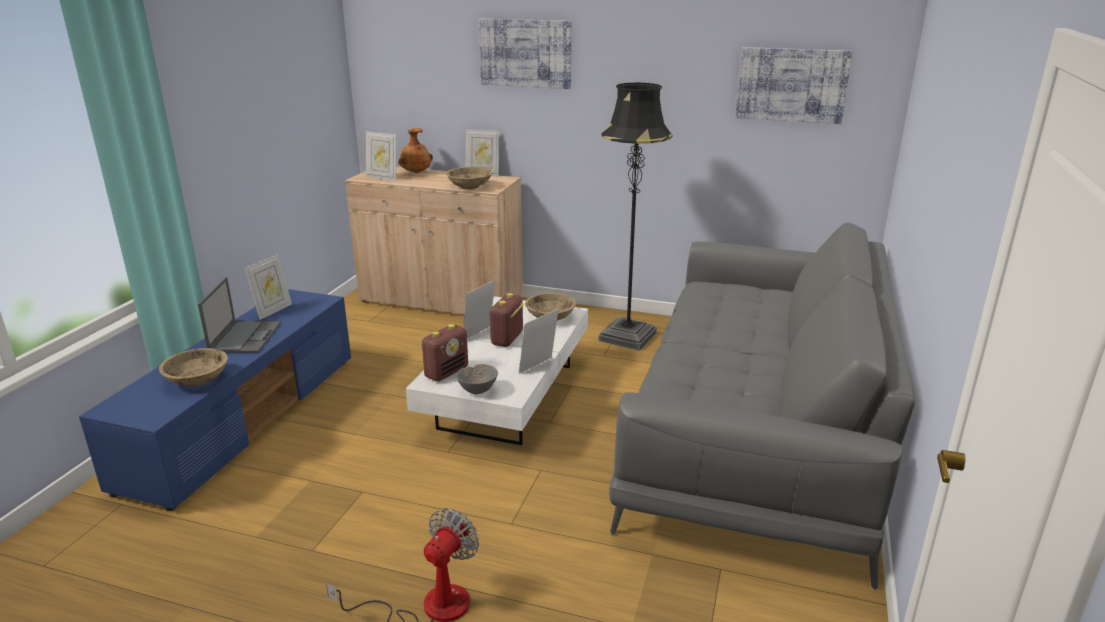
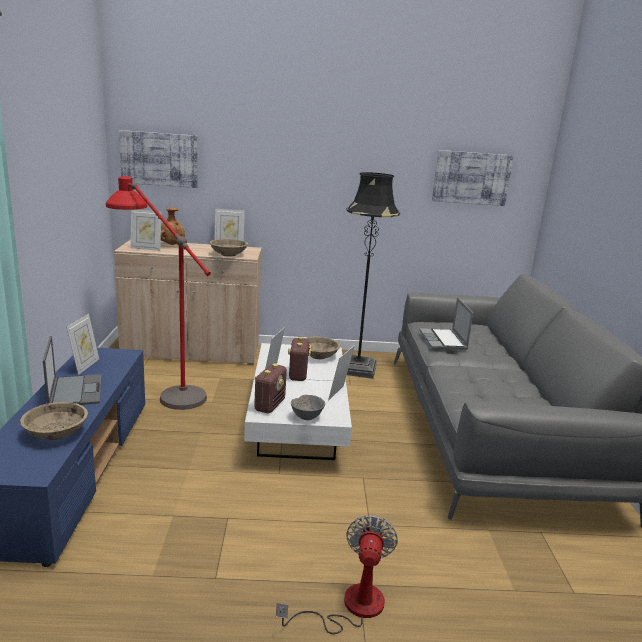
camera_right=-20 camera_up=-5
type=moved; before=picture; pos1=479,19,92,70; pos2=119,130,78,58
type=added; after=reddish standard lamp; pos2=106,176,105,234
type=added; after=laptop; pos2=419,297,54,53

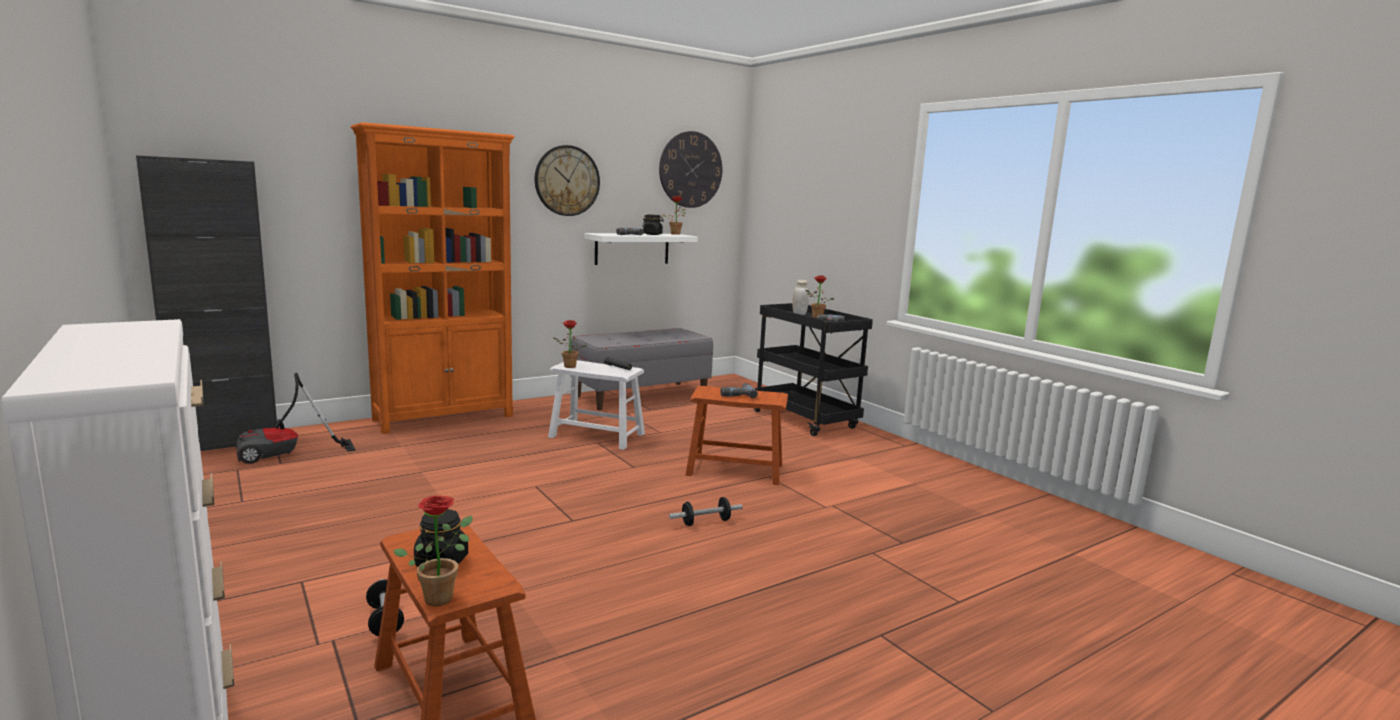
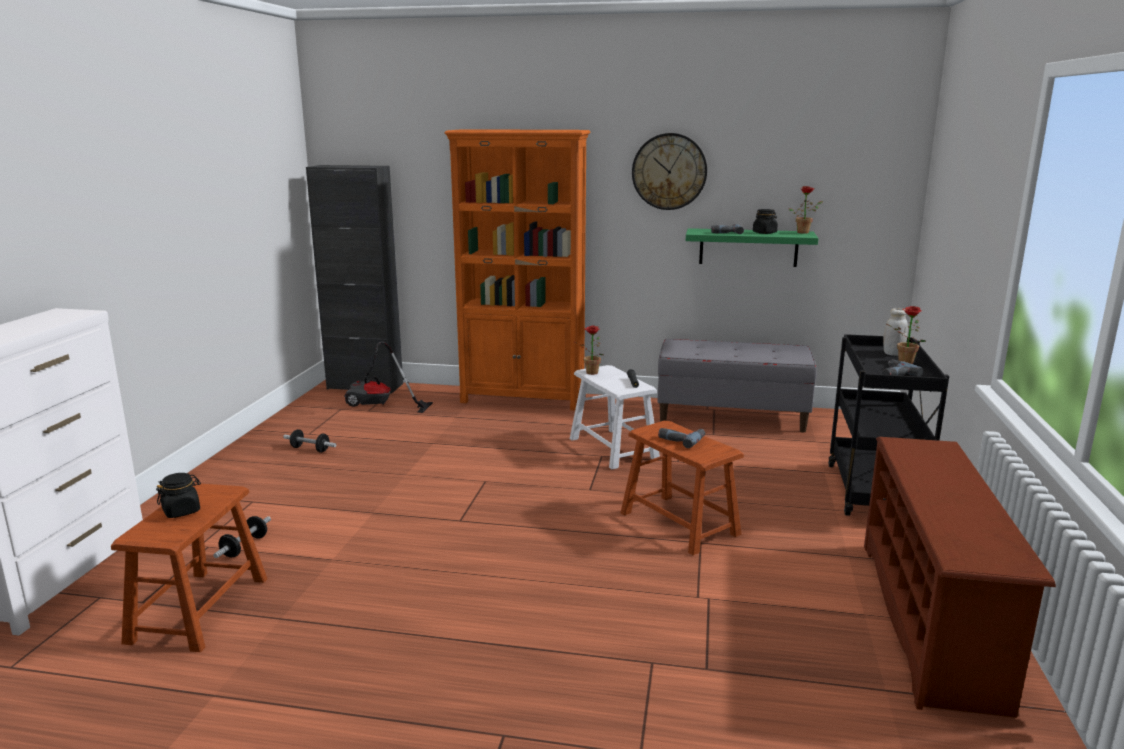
camera_right=45 camera_up=5
type=removed; before=houseplant; pos1=393,496,80,110
type=recoloured; before=whitish bracket shelf; after=greenish bracket shelf; pos1=584,233,114,32; pos2=686,228,132,39
type=removed; before=clock on the wall; pos1=659,131,63,77
type=moved; before=dumbbell; pos1=669,497,73,29; pos2=283,429,53,24
type=added; after=brownish shoe stand; pos2=864,437,192,281

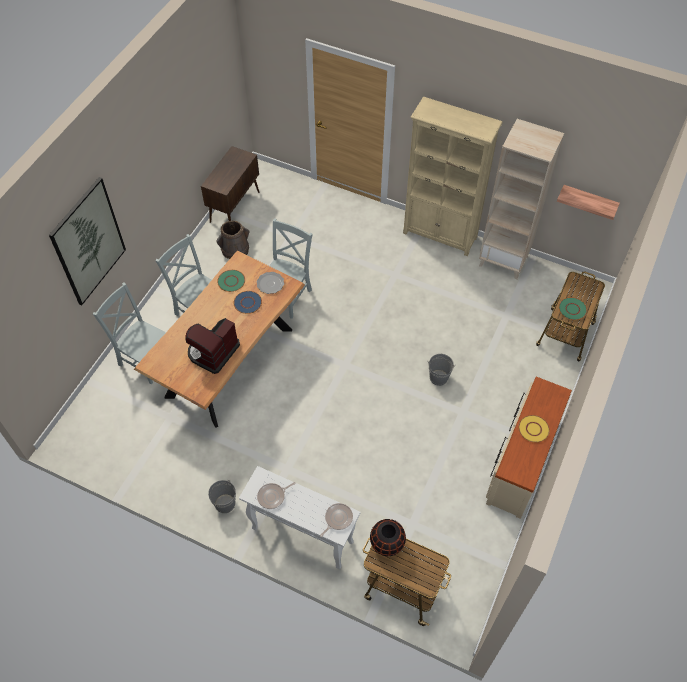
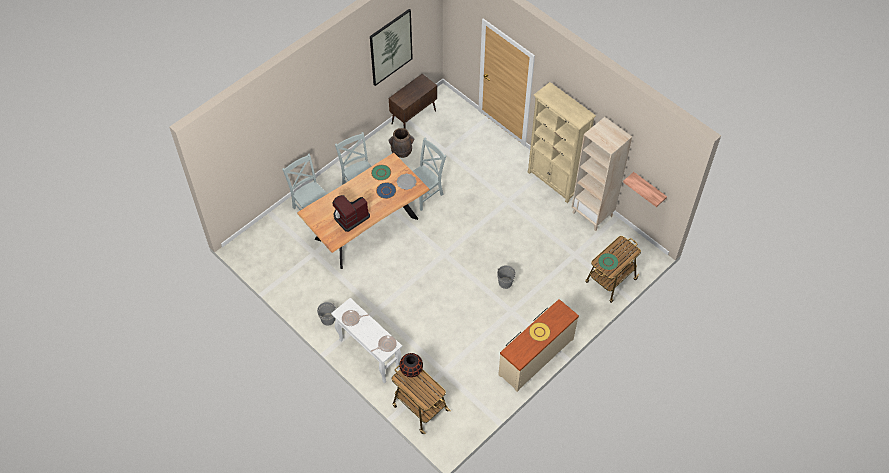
camera_right=20 camera_up=0
type=moved; before=picture; pos1=49,177,77,128; pos2=370,9,43,77

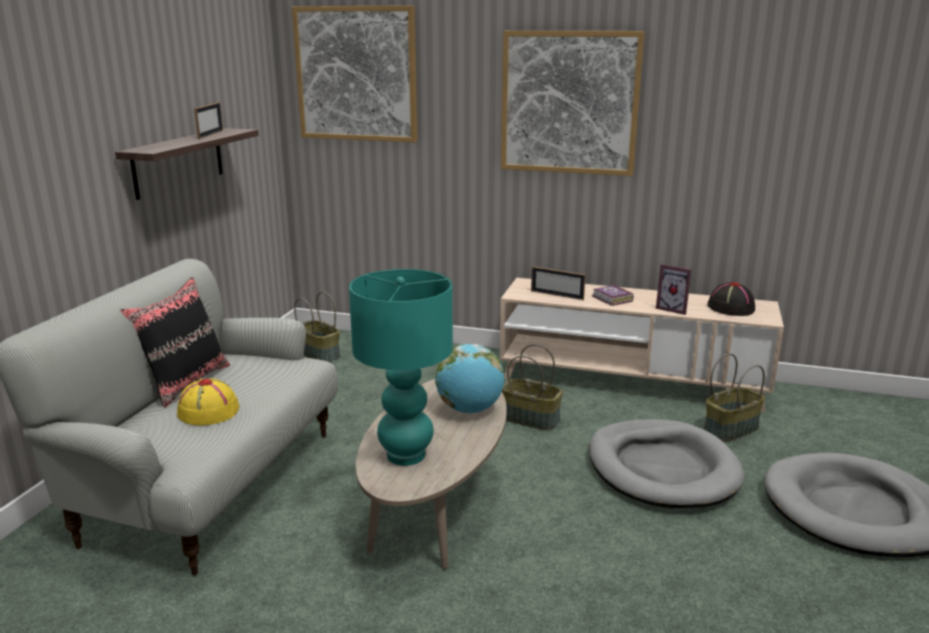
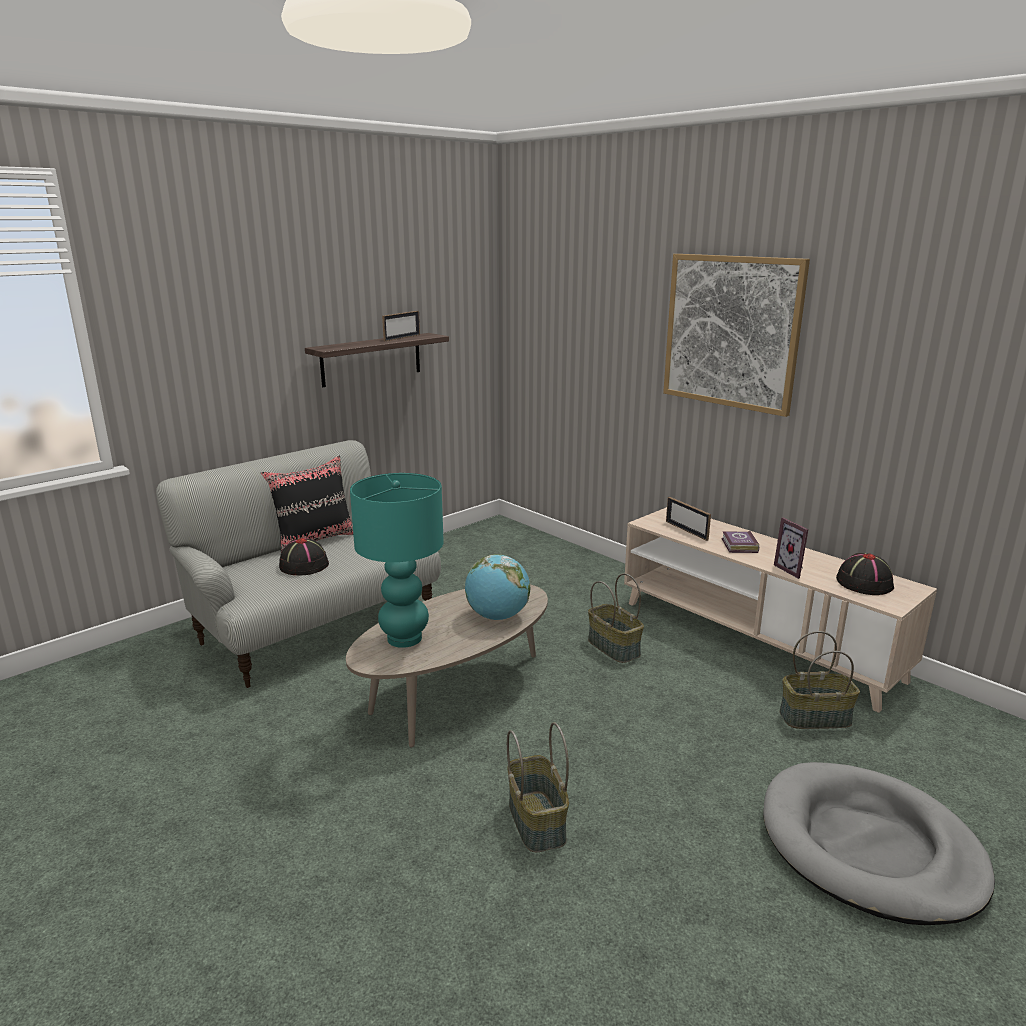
camera_right=30 camera_up=0
type=recoloured; before=yellowish hat; after=blackish hat; pos1=177,378,62,47; pos2=279,538,50,38
type=removed; before=picture; pos1=292,5,126,137
type=moved; before=household basket; pos1=294,291,46,71; pos2=507,722,62,130
type=removed; before=grey pet bed; pos1=589,419,156,89

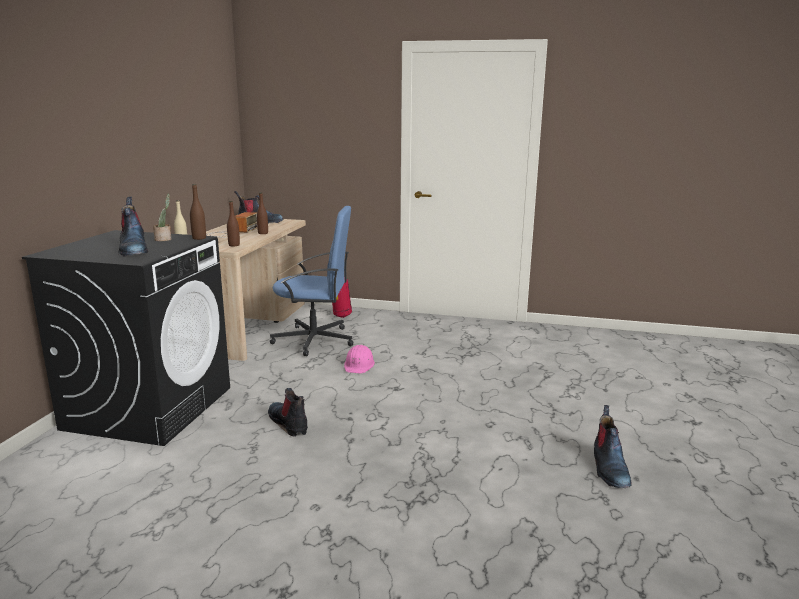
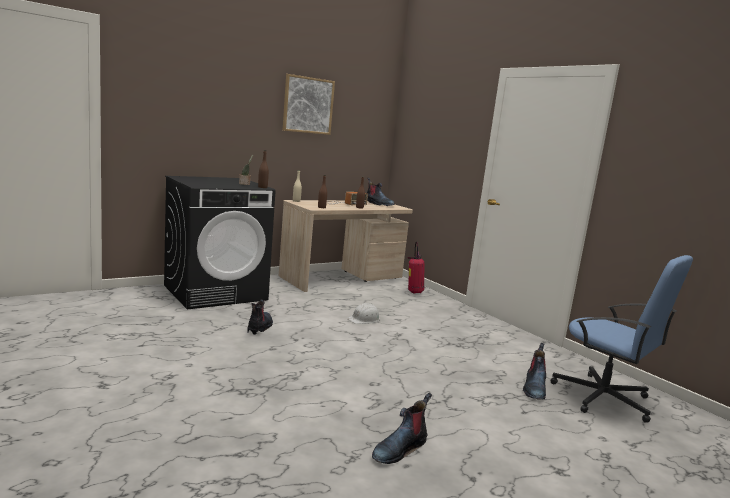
camera_right=40 camera_up=-5
type=moved; before=high-top boot; pos1=118,197,30,60; pos2=523,343,23,57
type=moved; before=blue-coloured office chair; pos1=270,206,83,150; pos2=551,255,142,168
type=recoloured; before=pink safety helmet; after=whitish safety helmet; pos1=344,345,31,29; pos2=347,303,33,21
type=added; after=picture; pos2=283,74,52,61

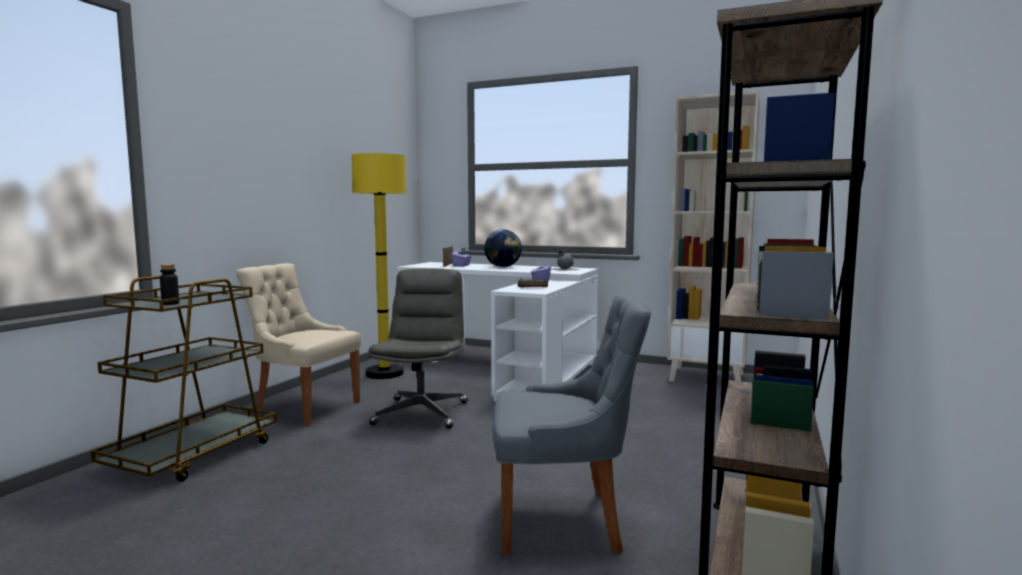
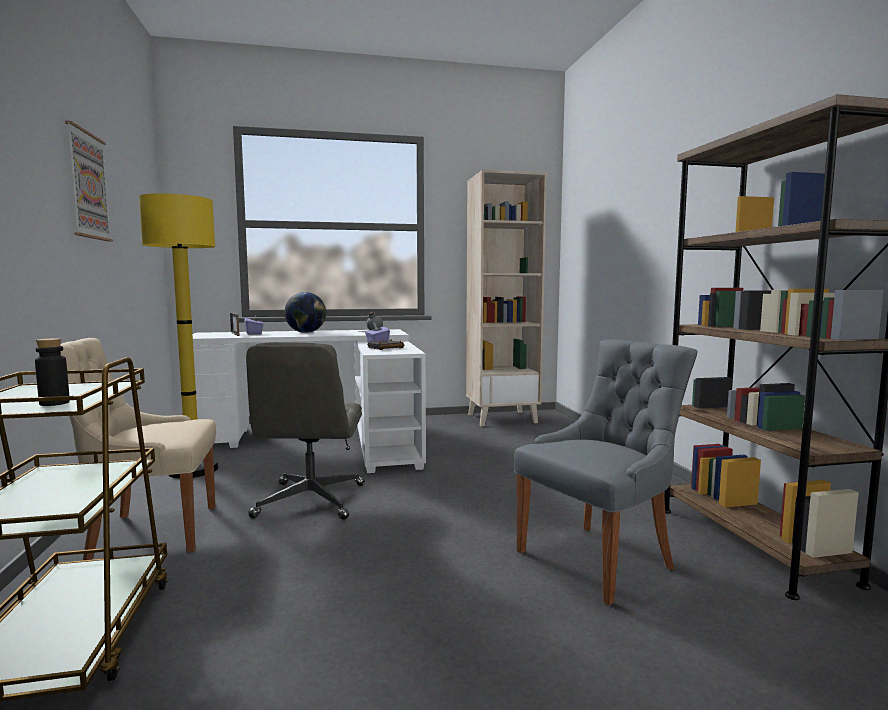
camera_right=-35 camera_up=0
type=turned; before=grey office chair; pos1=368,268,100,161; pos2=246,342,119,178; turn=-150
type=added; after=picture; pos2=65,121,48,121

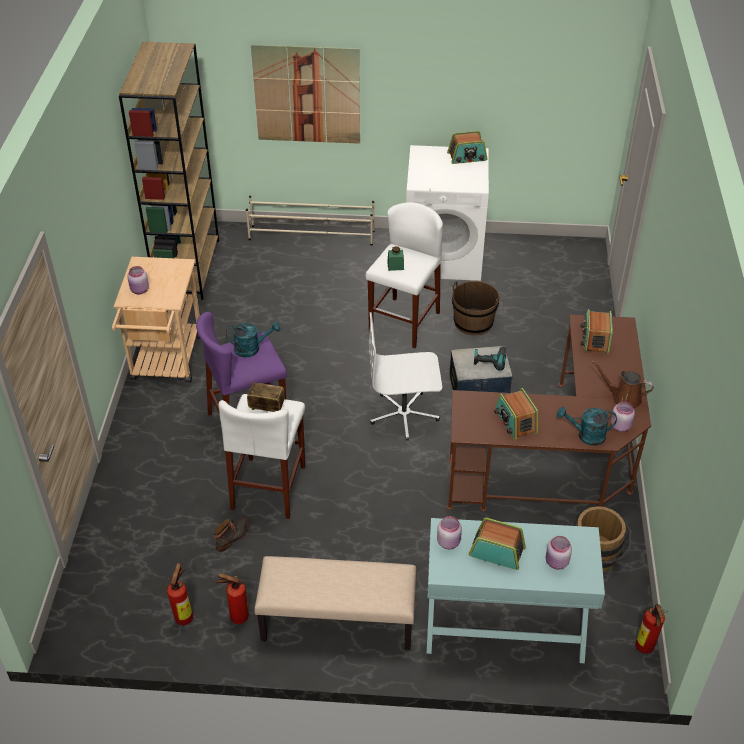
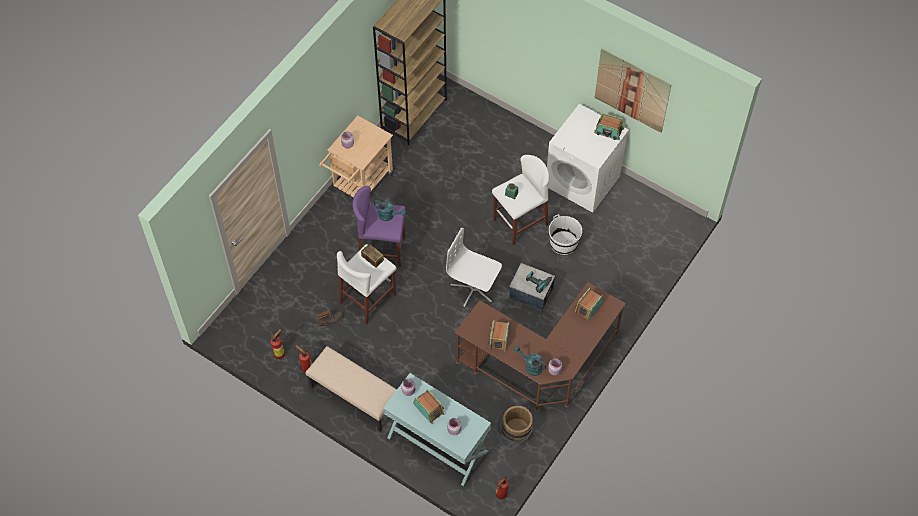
camera_right=30 camera_up=15
type=removed; before=beige-coloured shoe stand; pos1=246,196,128,50
type=moved; before=picture; pos1=251,45,109,99; pos2=595,48,77,85
type=recoloured; before=brownish water bucket; after=whitish water bucket; pos1=452,281,48,54; pos2=548,214,34,41
type=removed; before=brownish watering can; pos1=592,360,62,49

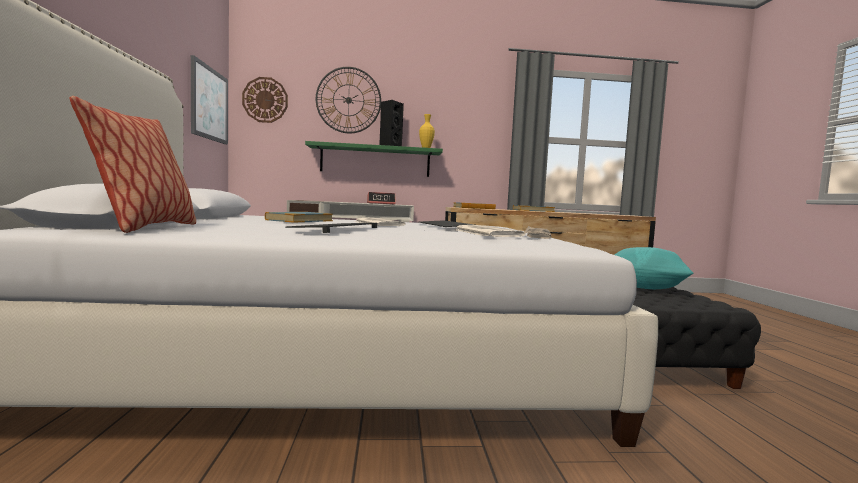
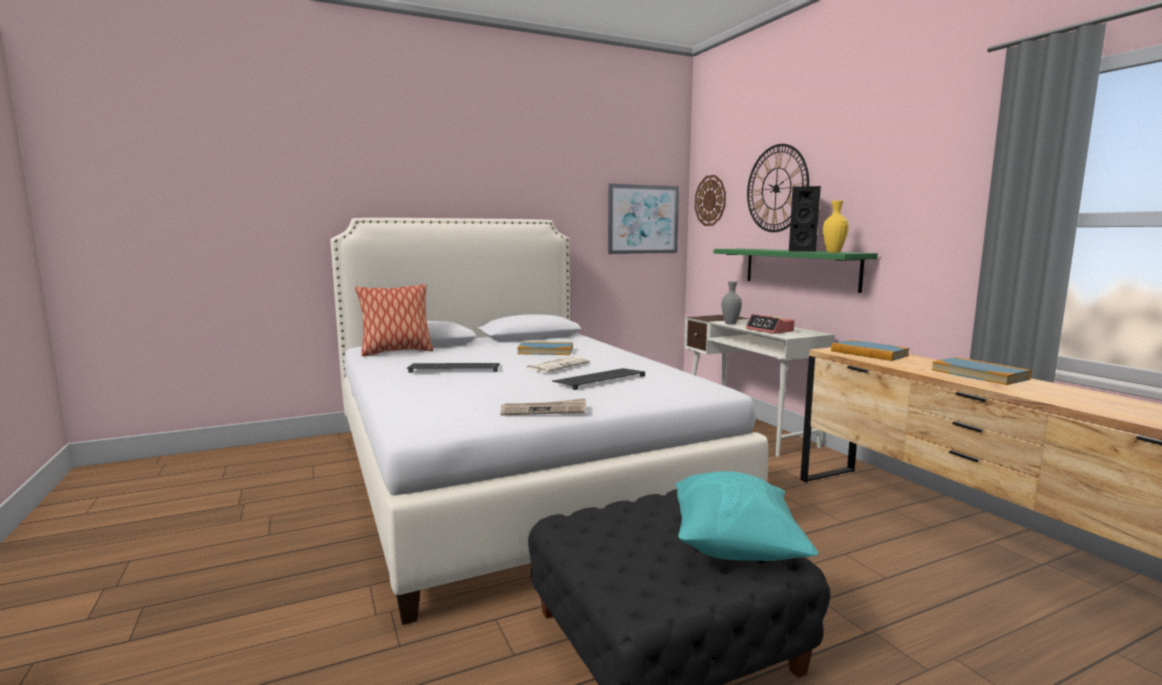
camera_right=70 camera_up=5
type=removed; before=daily paper; pos1=454,225,71,12
type=added; after=grey flower vase; pos2=721,281,21,44

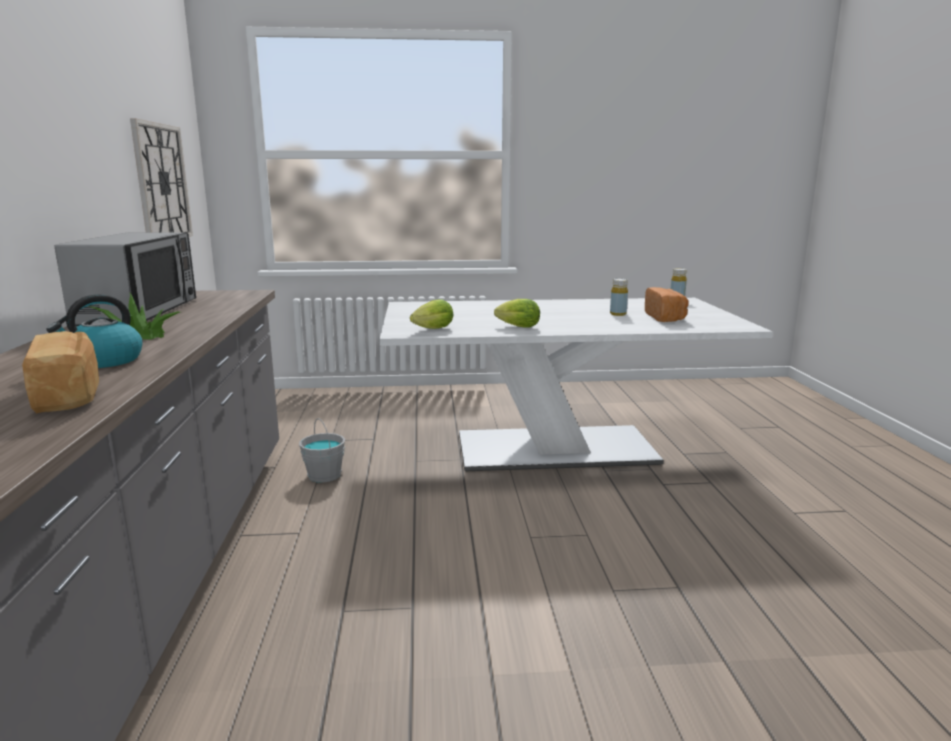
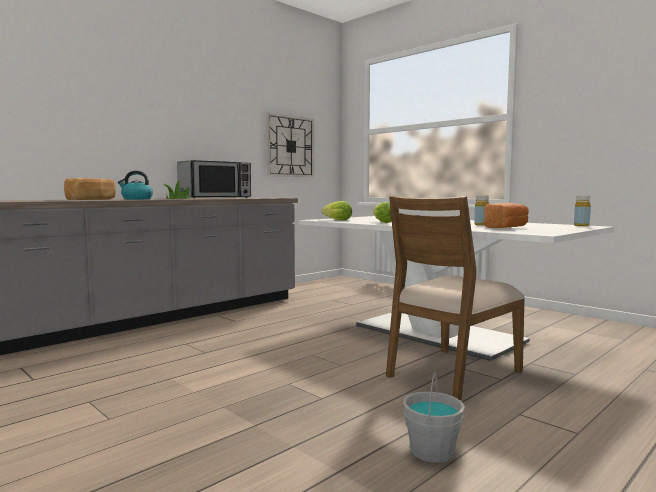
camera_right=50 camera_up=-10
type=moved; before=grey water bucket; pos1=299,418,46,65; pos2=403,371,62,92
type=added; after=brownish chair; pos2=386,195,139,205

